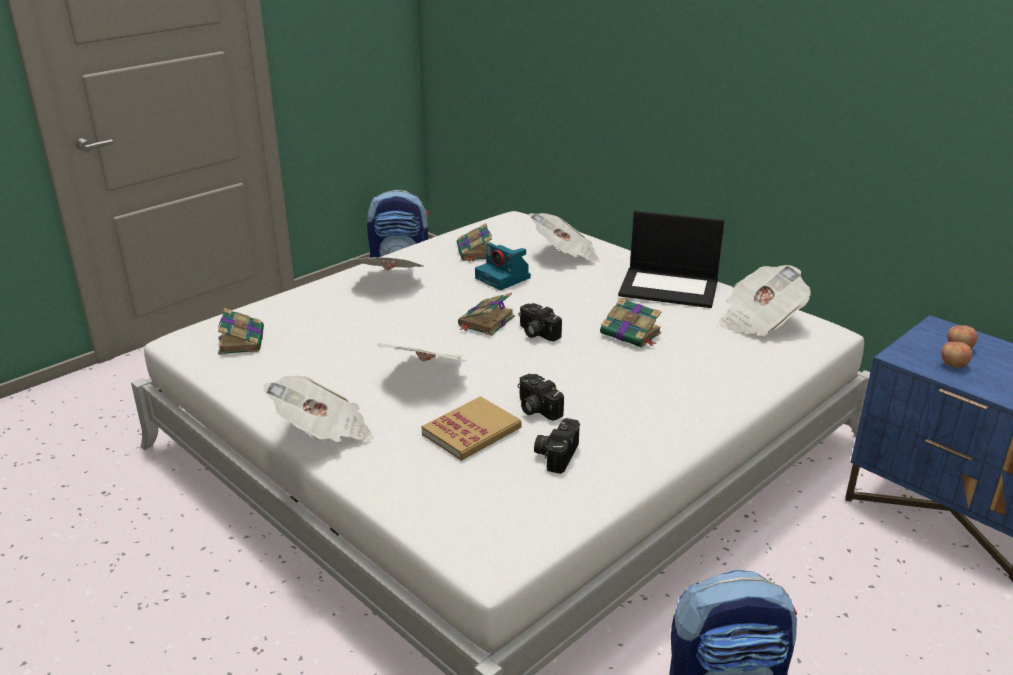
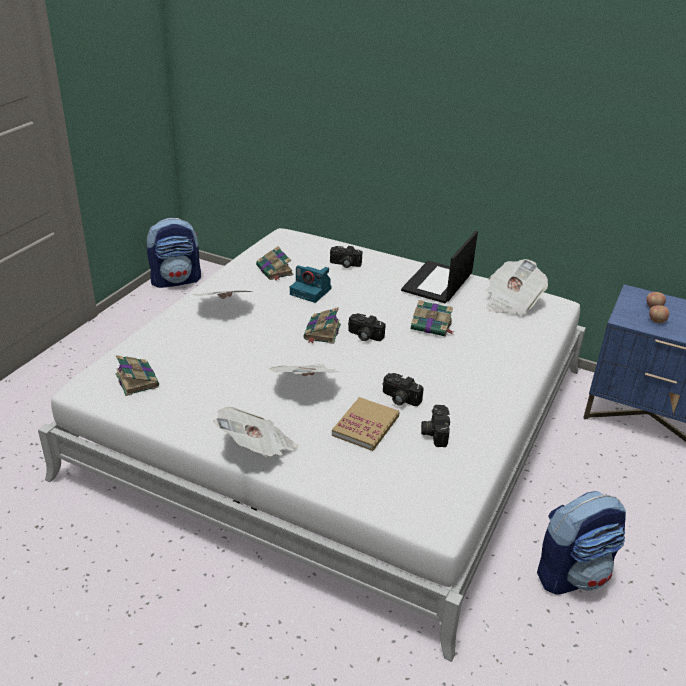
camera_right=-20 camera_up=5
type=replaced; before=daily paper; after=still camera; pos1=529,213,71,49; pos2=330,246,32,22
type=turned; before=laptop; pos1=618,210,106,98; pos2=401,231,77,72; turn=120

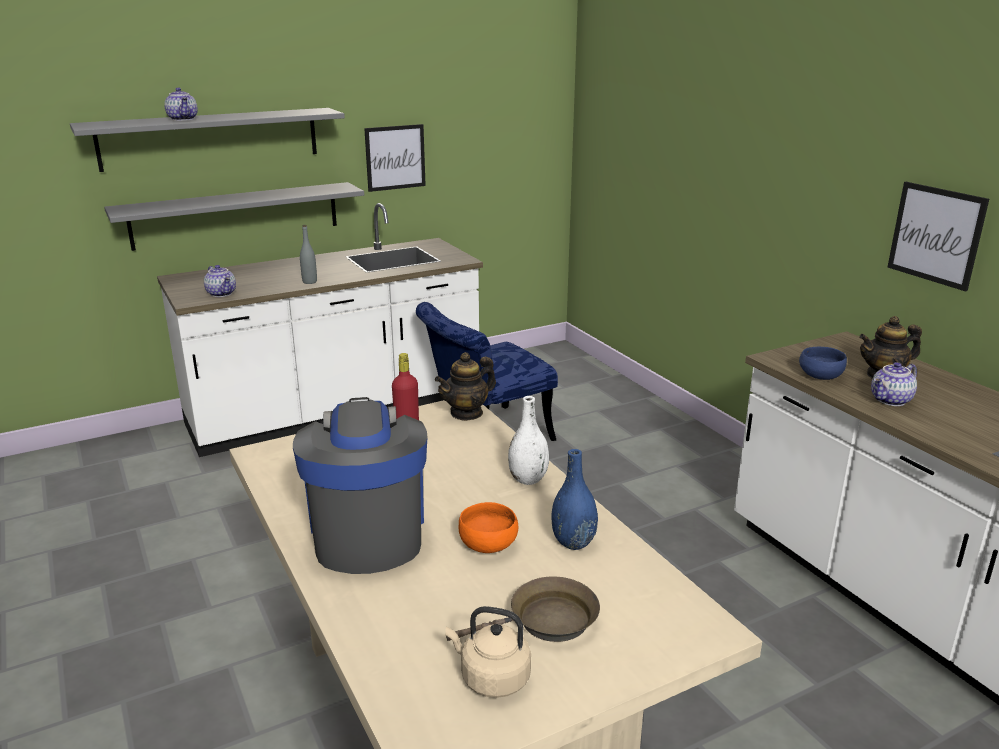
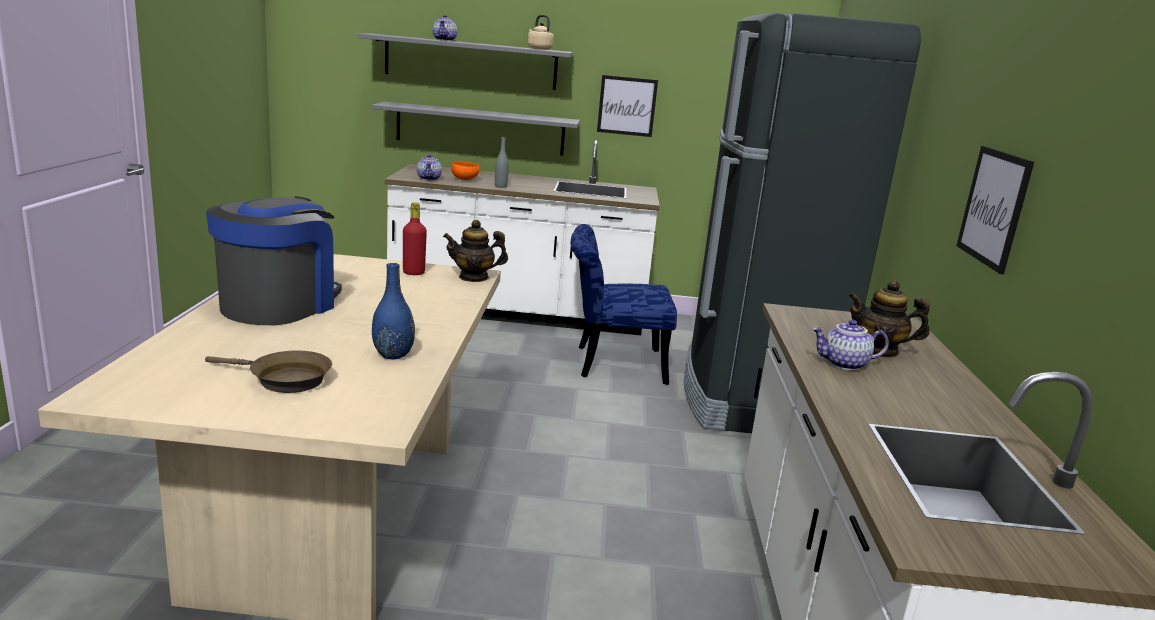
camera_right=30 camera_up=-5
type=moved; before=beige-coloured tea kettle; pos1=445,606,86,92; pos2=527,15,27,35
type=moved; before=orangey deep dish; pos1=459,502,60,51; pos2=451,162,29,18
type=removed; before=whitish flower vase; pos1=508,396,41,89
type=removed; before=blue-coloured deep dish; pos1=799,346,48,34
type=added; after=blackish fridge; pos2=684,12,237,421

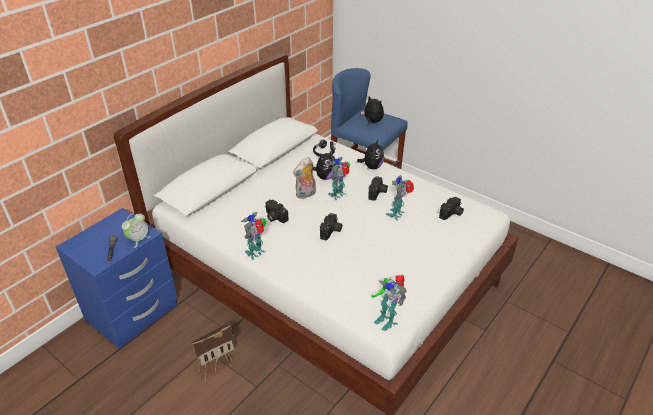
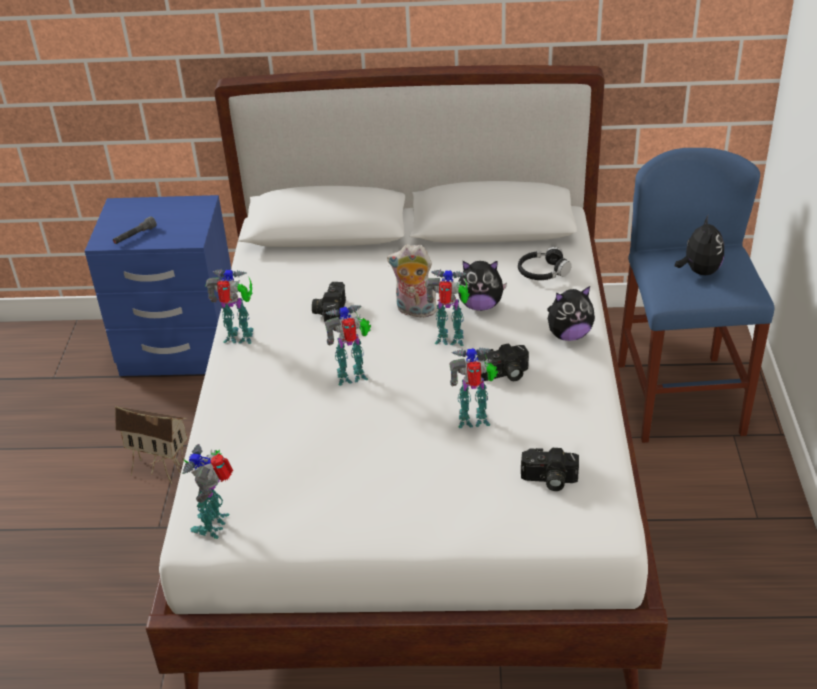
camera_right=55 camera_up=0
type=removed; before=alarm clock; pos1=122,213,29,35
type=replaced; before=still camera; after=robot figure; pos1=320,213,22,27; pos2=325,305,46,81

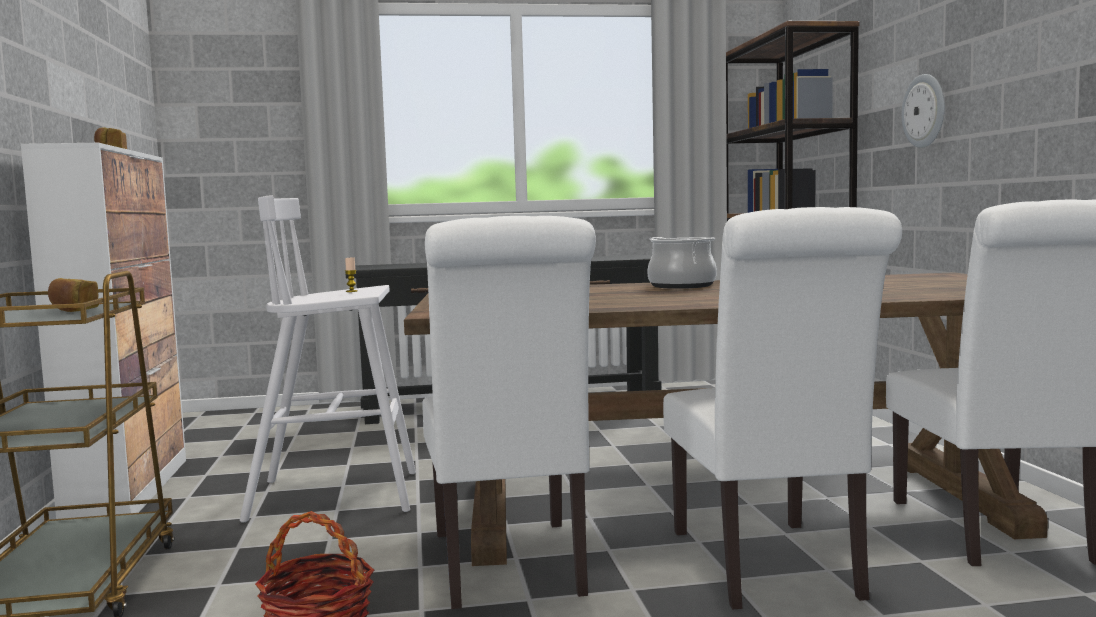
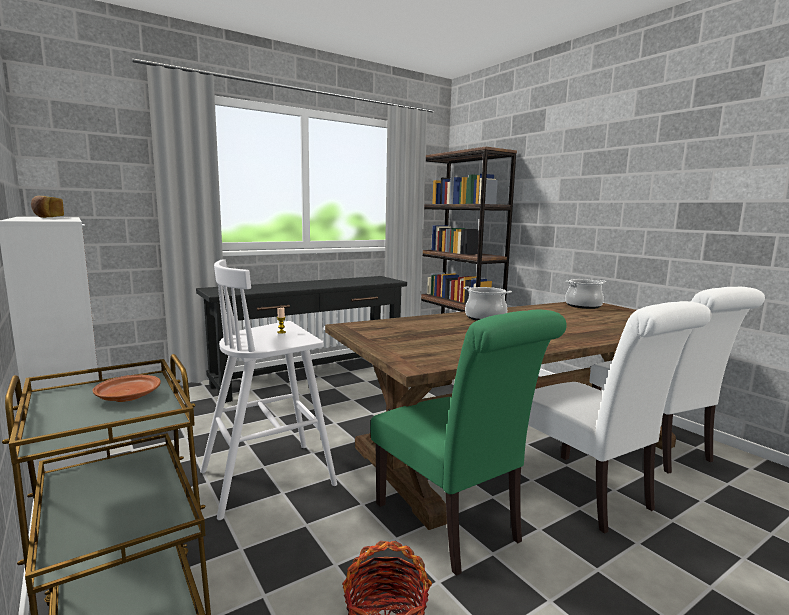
camera_right=-25 camera_up=5
type=replaced; before=bread; after=brownish dinner plate; pos1=48,278,51,34; pos2=92,375,69,27
type=recoloured; before=whitish chair; after=greenish chair; pos1=422,216,174,393; pos2=371,310,196,266
type=removed; before=clock on the wall; pos1=902,74,43,74
type=added; after=saucepot; pos2=565,279,41,30

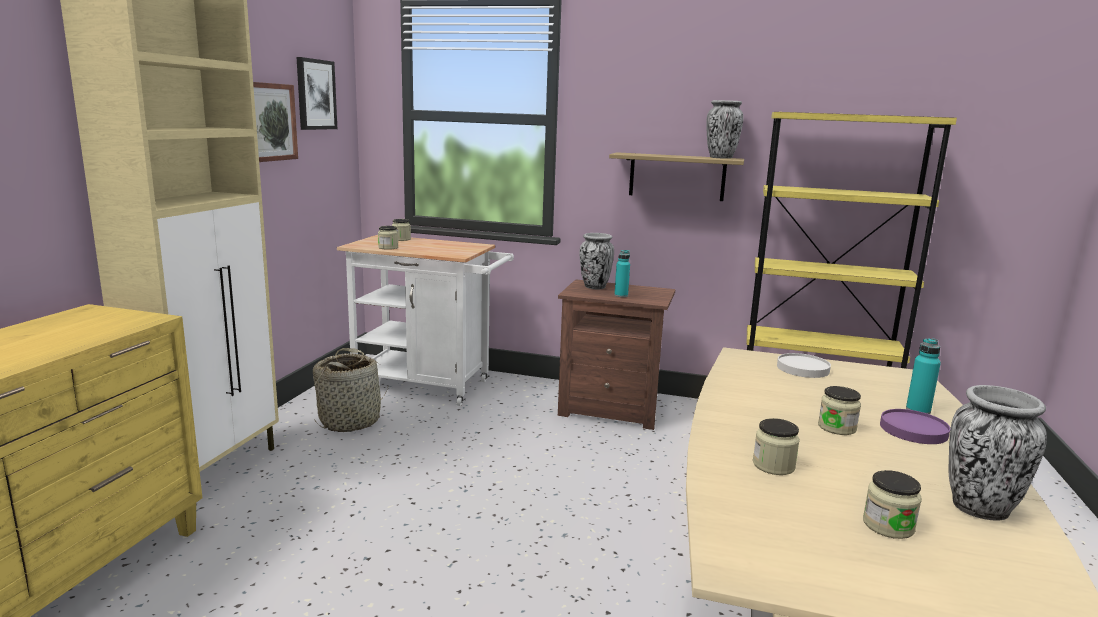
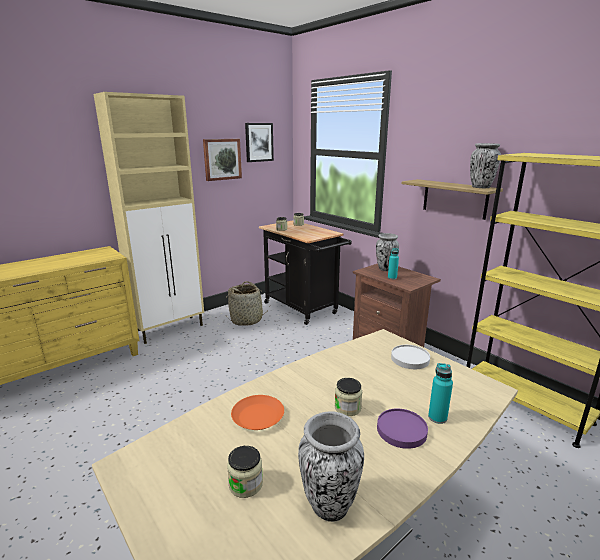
camera_right=35 camera_up=5
type=recoloured; before=whitish trolley; after=blackish trolley; pos1=337,235,177,171; pos2=259,220,93,105
type=replaced; before=storage jar; after=orangey dinner plate; pos1=753,418,47,57; pos2=231,395,53,35

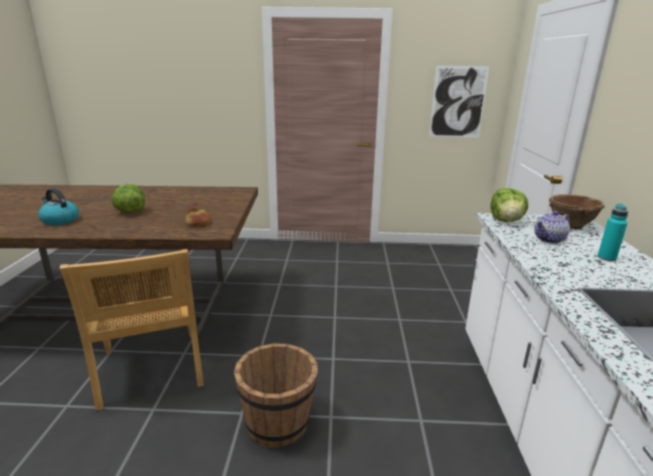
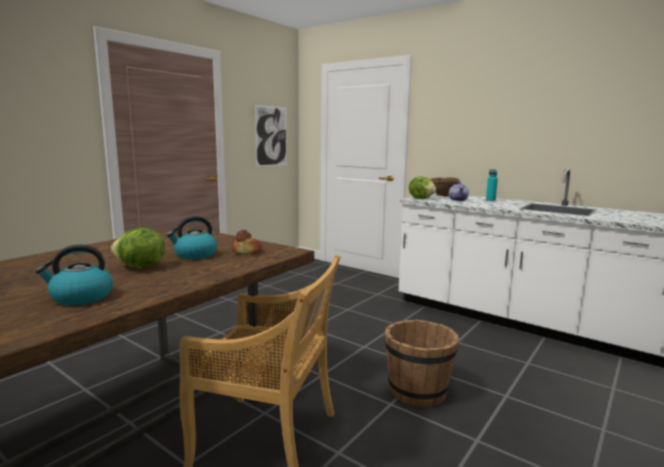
camera_right=-55 camera_up=-10
type=added; after=tea kettle; pos2=166,216,51,43

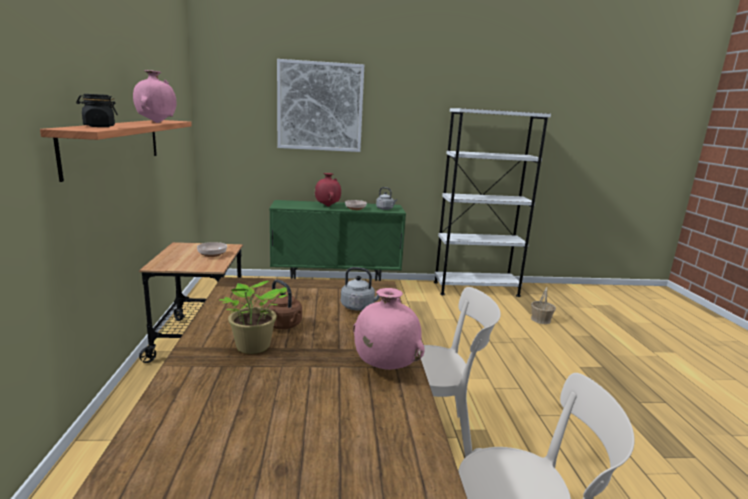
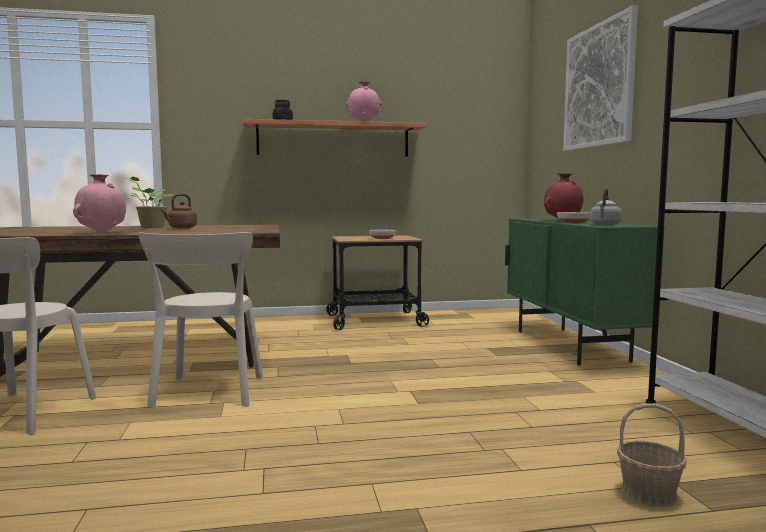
camera_right=85 camera_up=-10
type=removed; before=grey tea kettle; pos1=341,267,39,44

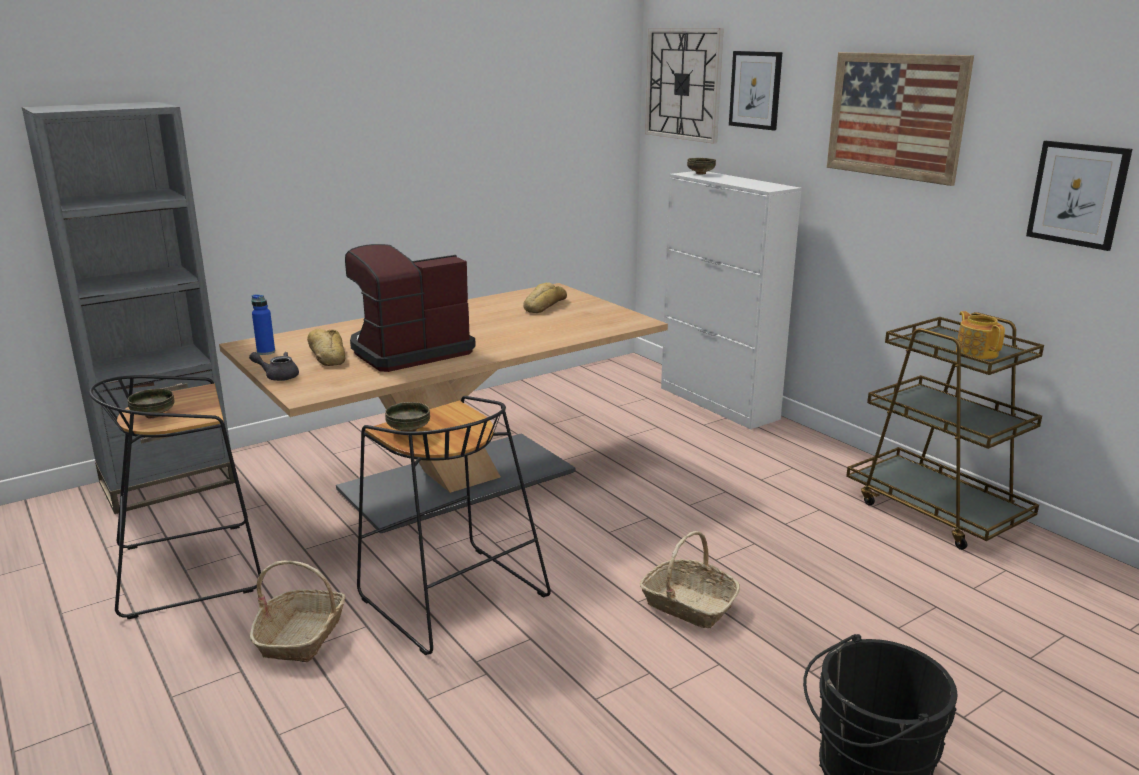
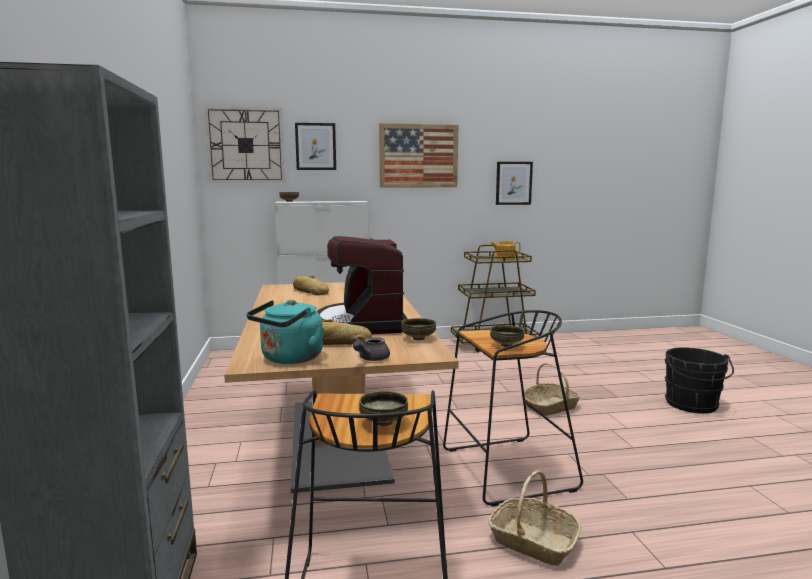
camera_right=-65 camera_up=-10
type=replaced; before=blue-coloured beverage bottle; after=turquoise tea kettle; pos1=251,294,24,61; pos2=246,300,78,64
type=added; after=deep dish; pos2=401,318,35,22

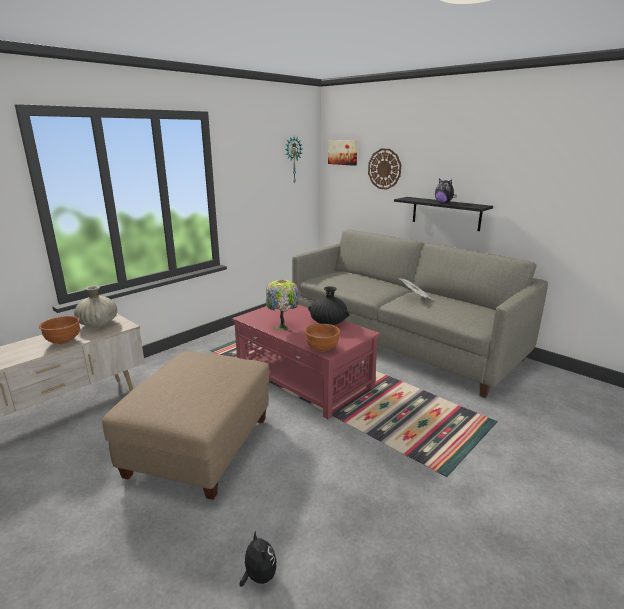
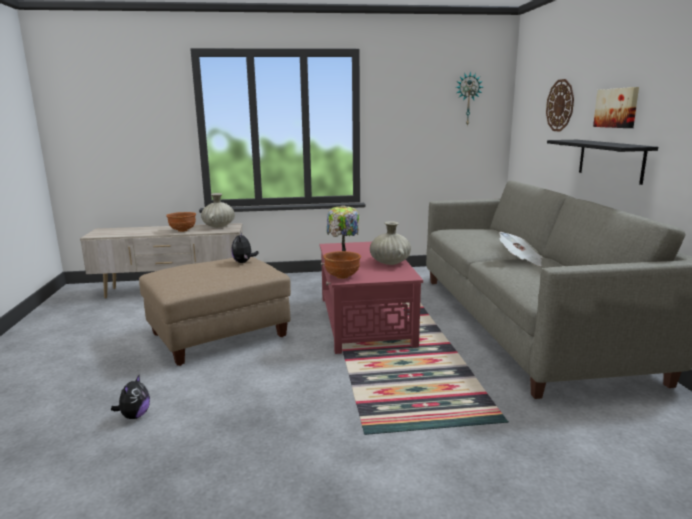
camera_right=40 camera_up=-5
type=recoloured; before=blackish flower vase; after=beige-coloured flower vase; pos1=308,286,42,39; pos2=370,221,41,44
type=moved; before=picture; pos1=328,140,30,26; pos2=593,87,46,41
type=moved; before=plush toy; pos1=435,178,22,25; pos2=231,231,28,32

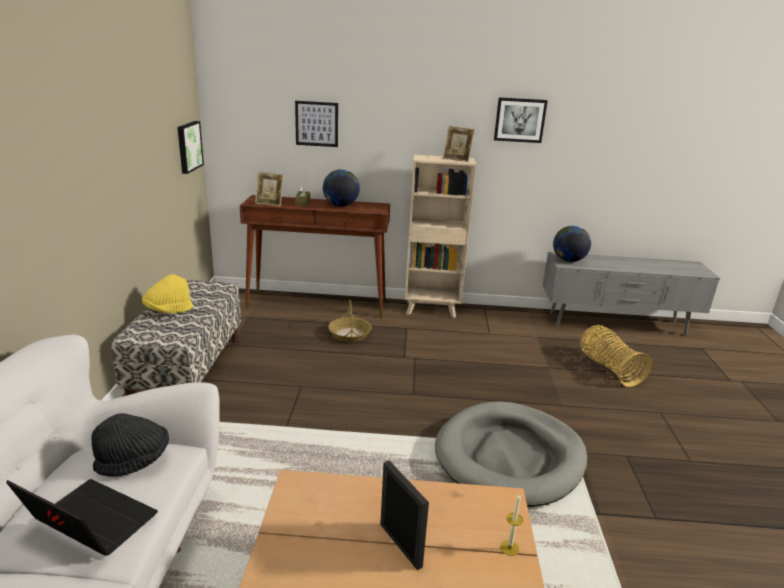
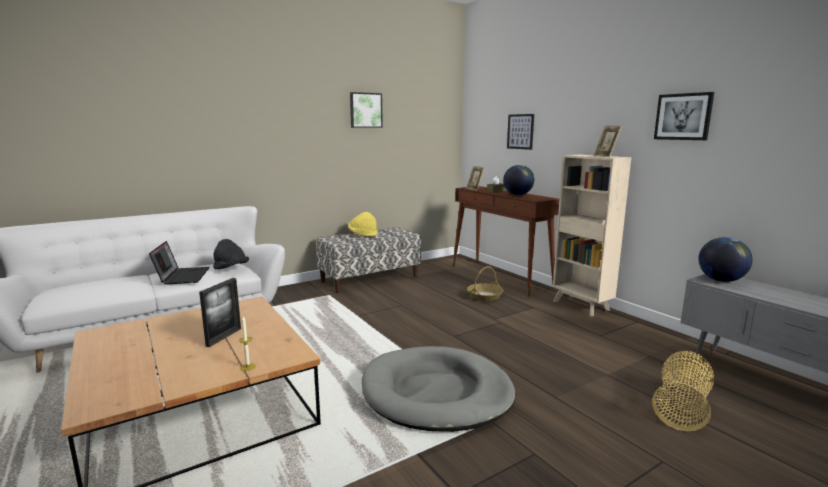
camera_right=55 camera_up=-10
type=moved; before=picture; pos1=177,121,27,53; pos2=350,92,33,36

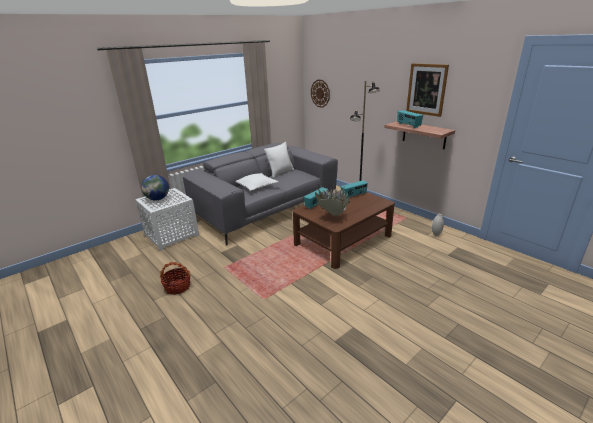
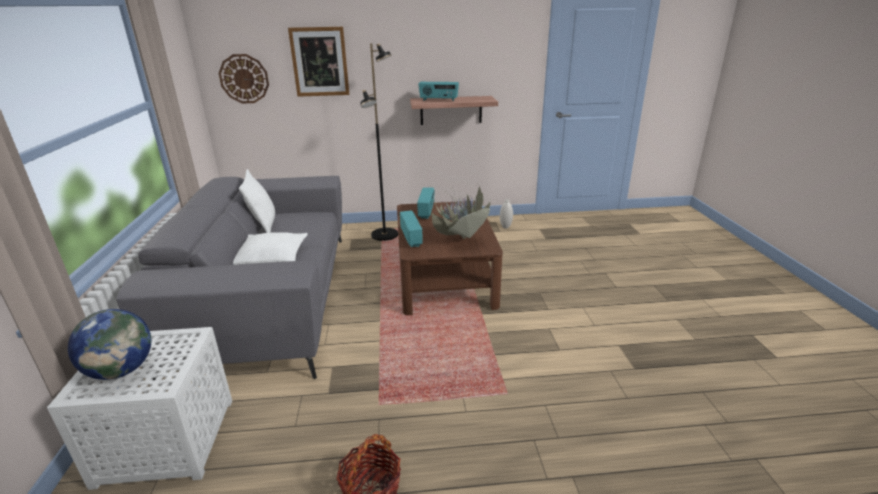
camera_right=-55 camera_up=0
type=moved; before=picture; pos1=406,63,43,54; pos2=288,27,61,70

